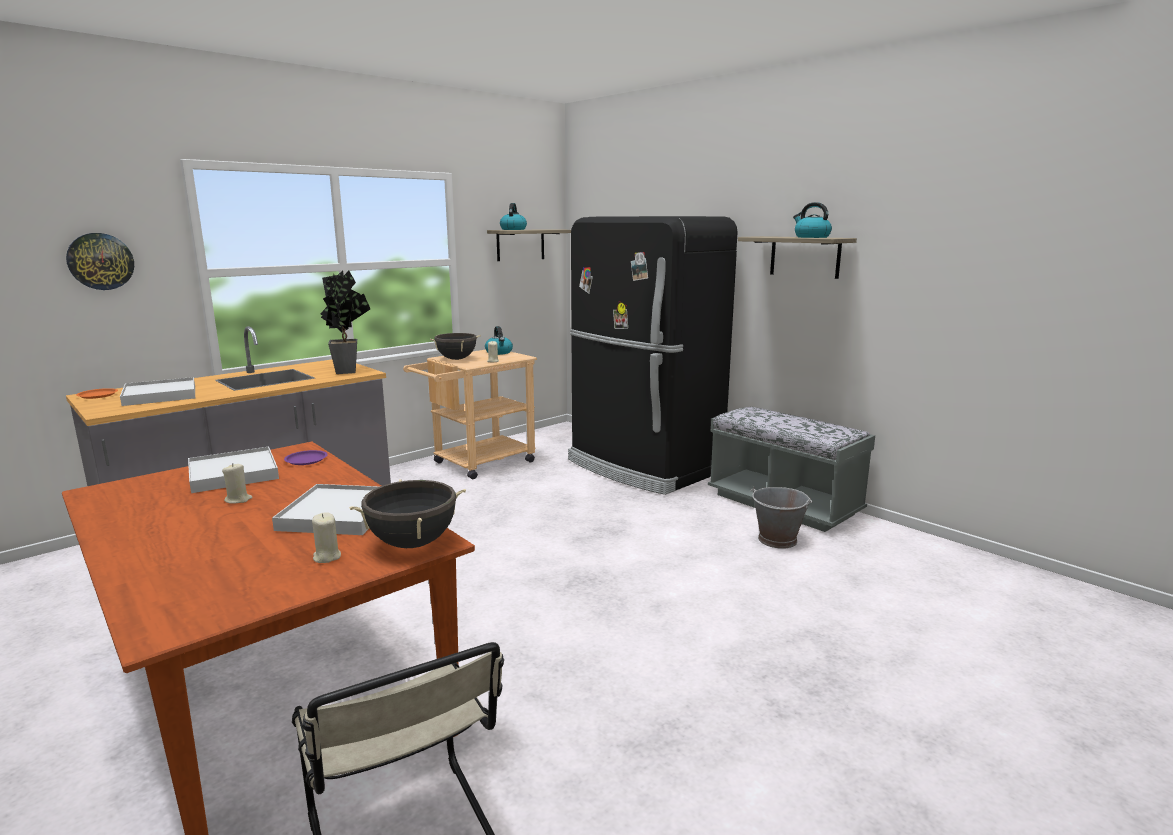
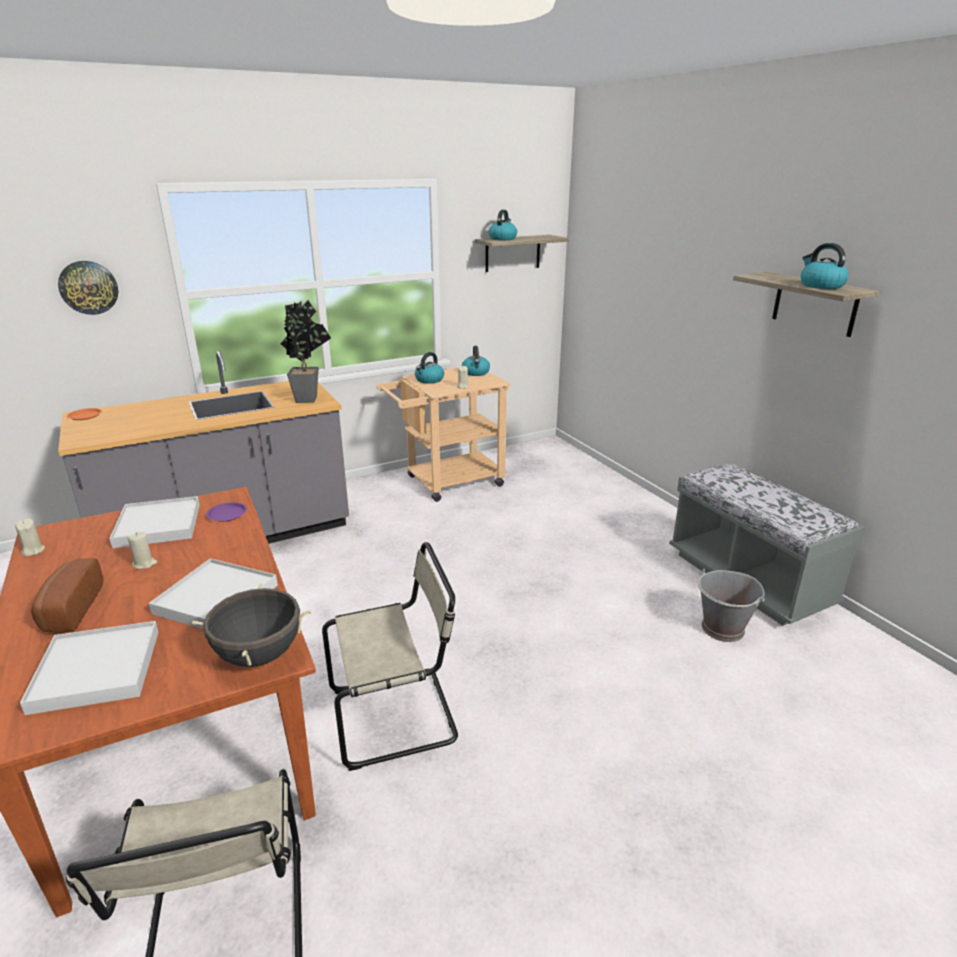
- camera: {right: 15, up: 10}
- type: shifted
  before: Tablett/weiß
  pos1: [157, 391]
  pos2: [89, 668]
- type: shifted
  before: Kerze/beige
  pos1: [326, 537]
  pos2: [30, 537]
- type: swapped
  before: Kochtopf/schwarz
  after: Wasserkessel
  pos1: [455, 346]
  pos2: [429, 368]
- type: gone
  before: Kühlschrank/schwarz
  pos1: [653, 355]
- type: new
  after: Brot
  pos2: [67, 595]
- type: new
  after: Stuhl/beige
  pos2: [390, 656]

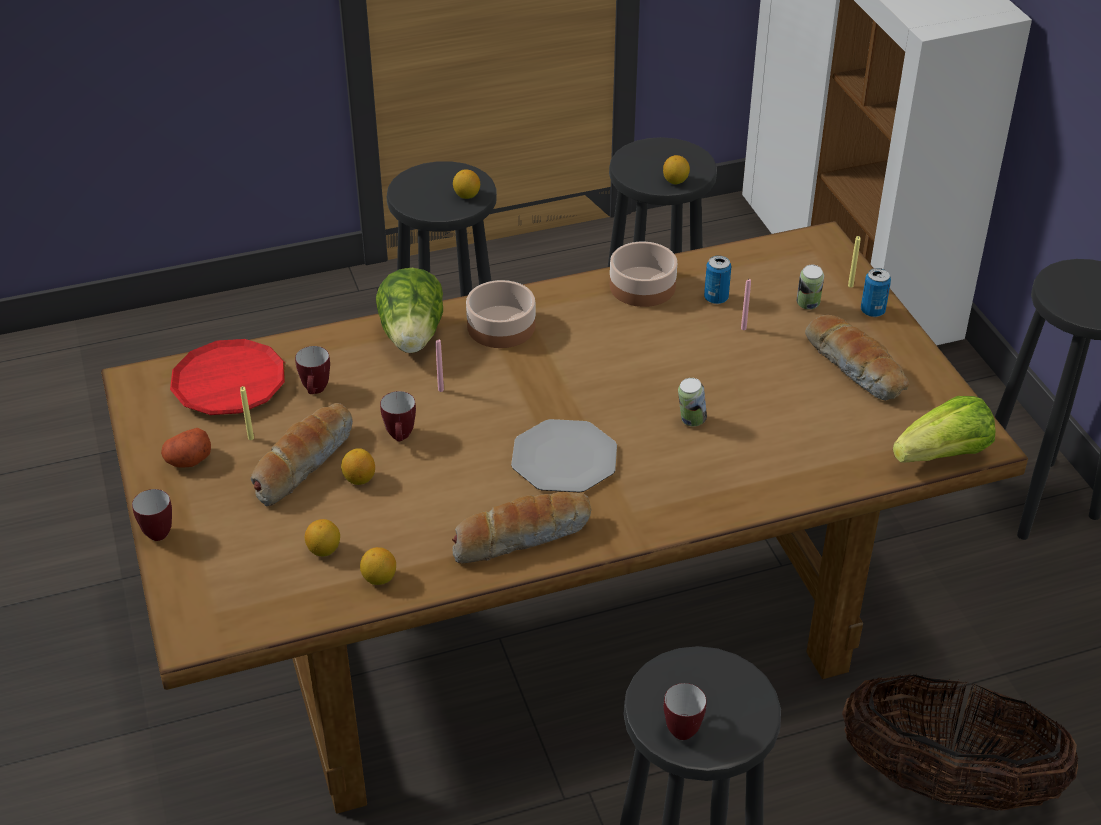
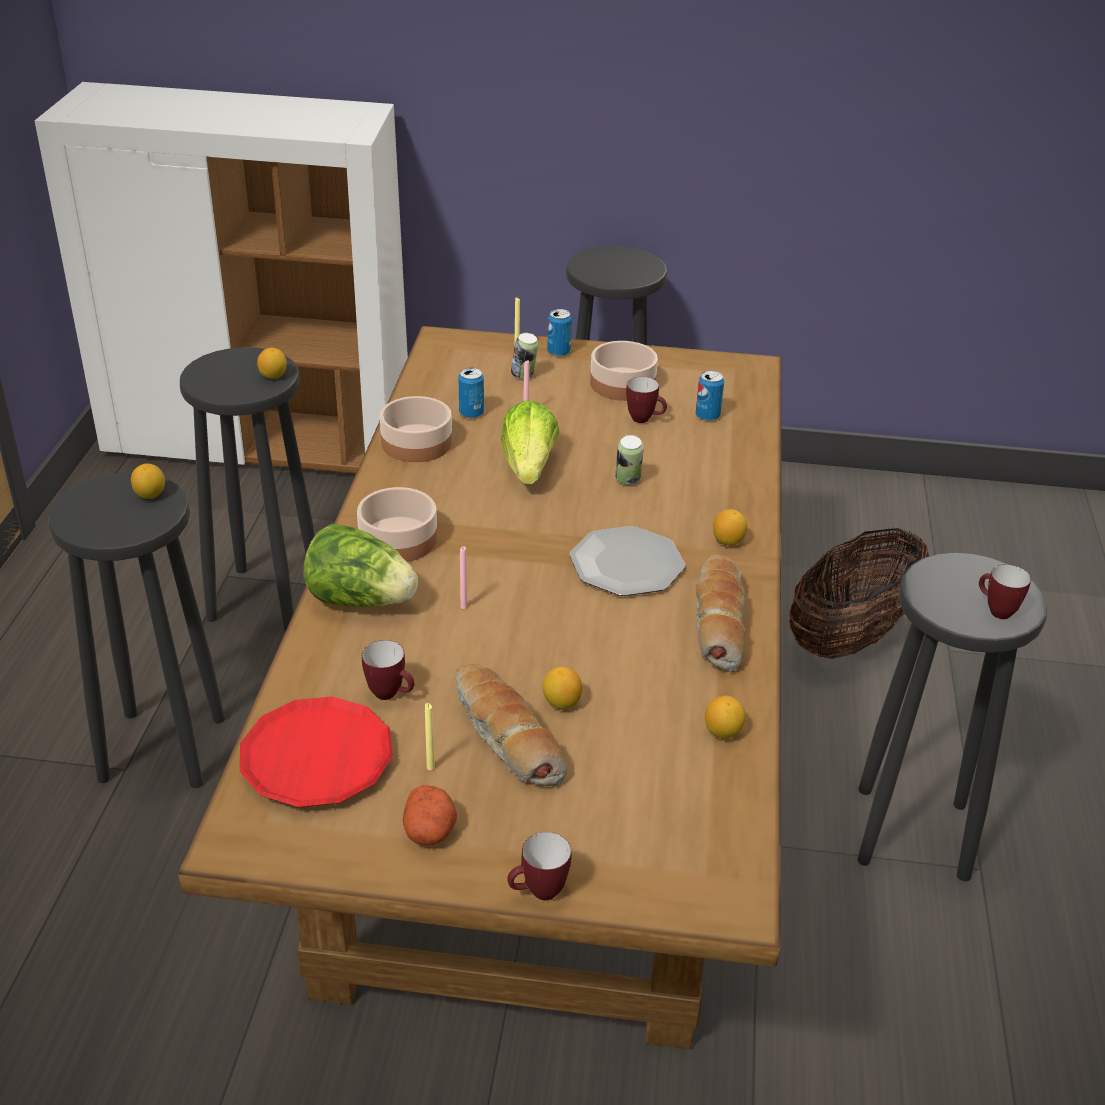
- camera: {right: -65, up: -5}
- type: shifted
  before: Zitrone
  pos1: [322, 537]
  pos2: [730, 527]
- type: shifted
  before: Henkelbecher
  pos1: [398, 416]
  pos2: [646, 400]
- type: swapped
  before: Brot
  after: Schüssel
  pos1: [857, 358]
  pos2: [624, 371]
- type: shifted
  before: Salatkopf
  pos1: [944, 429]
  pos2: [530, 442]
- type: new
  after: Dose
  pos2: [710, 396]

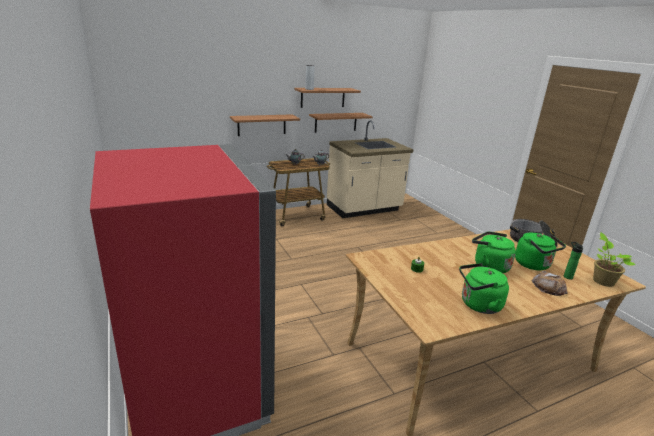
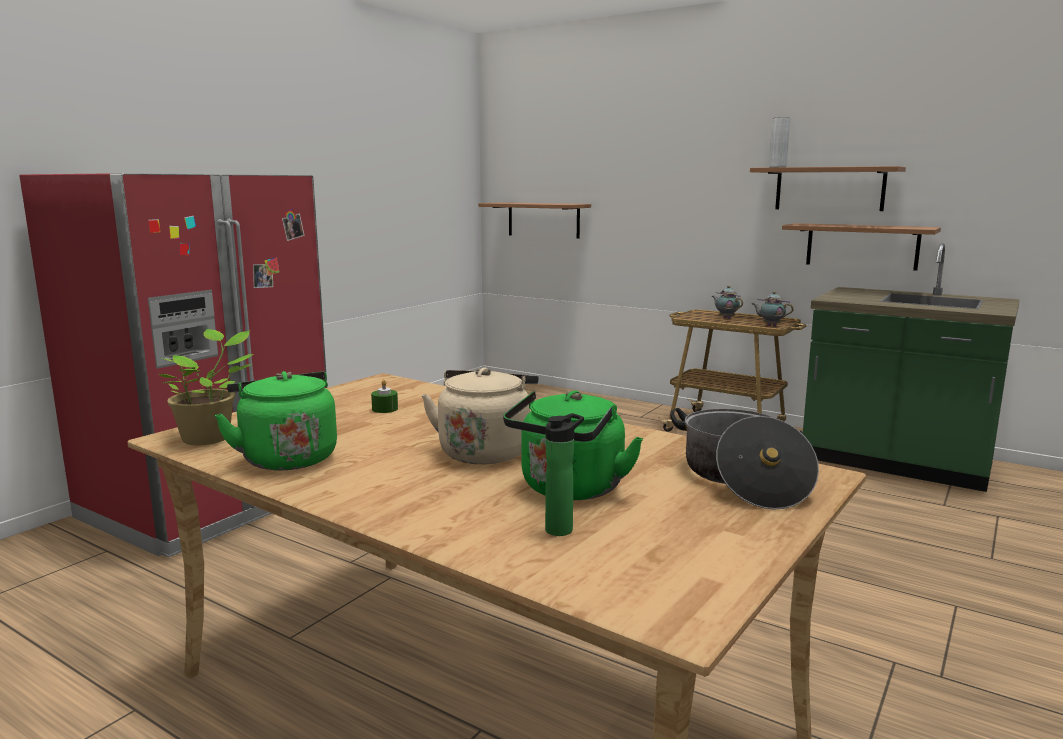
- camera: {right: 60, up: -10}
- type: shifted
  before: Wandregal
  pos1: [265, 125]
  pos2: [534, 220]
- type: repainted
  before: Küchenzeile/beige
  after: Küchenzeile/grün
  pos1: [370, 169]
  pos2: [911, 367]
- type: repainted
  before: Wasserkessel/grün
  after: Wasserkessel/beige
  pos1: [494, 252]
  pos2: [480, 415]
- type: gone
  before: Brot
  pos1: [550, 283]
- type: shifted
  before: Topfpflanze
  pos1: [614, 260]
  pos2: [206, 387]

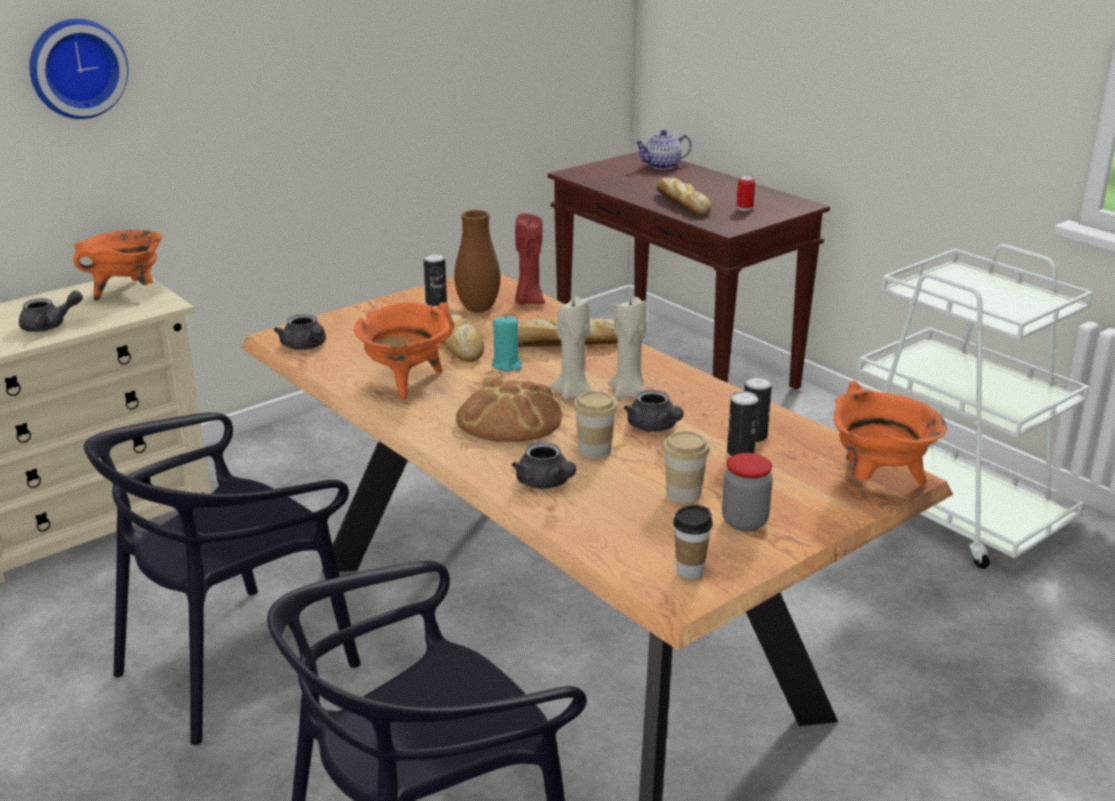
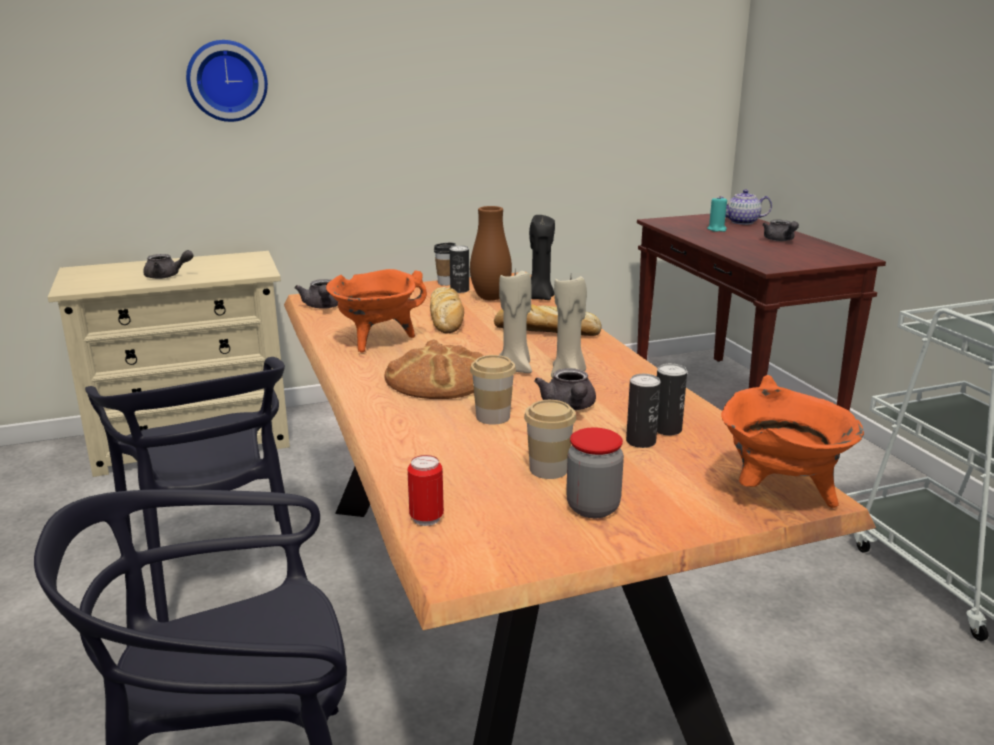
- camera: {right: 20, up: -5}
- type: gone
  before: Kochtopf/orange
  pos1: [117, 265]
- type: rotated
  before: Stuhl/schwarz
  pos1: [222, 578]
  pos2: [189, 489]
  turn: -90
- type: shifted
  before: Kerze/türkis
  pos1: [507, 343]
  pos2: [717, 215]
- type: shifted
  before: Teekanne/grau
  pos1: [544, 465]
  pos2: [780, 230]
- type: repainted
  before: Kerze/rot
  after: Kerze/schwarz
  pos1: [530, 259]
  pos2: [542, 257]
- type: gone
  before: Brot
  pos1: [683, 196]
- type: shifted
  before: Tasse
  pos1: [692, 542]
  pos2: [445, 264]
- type: shifted
  before: Dose
  pos1: [745, 193]
  pos2: [426, 490]

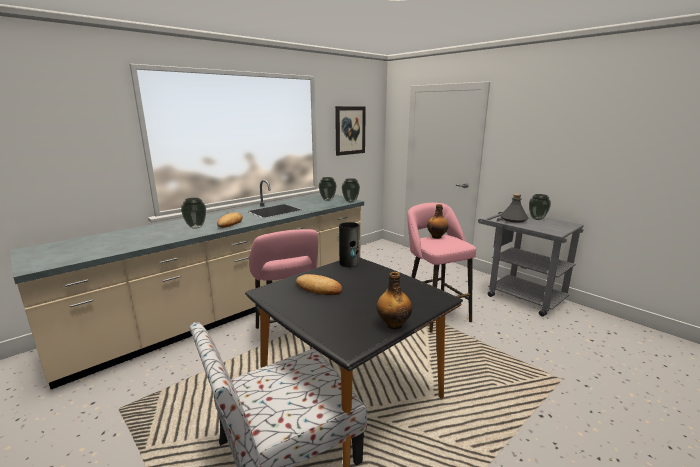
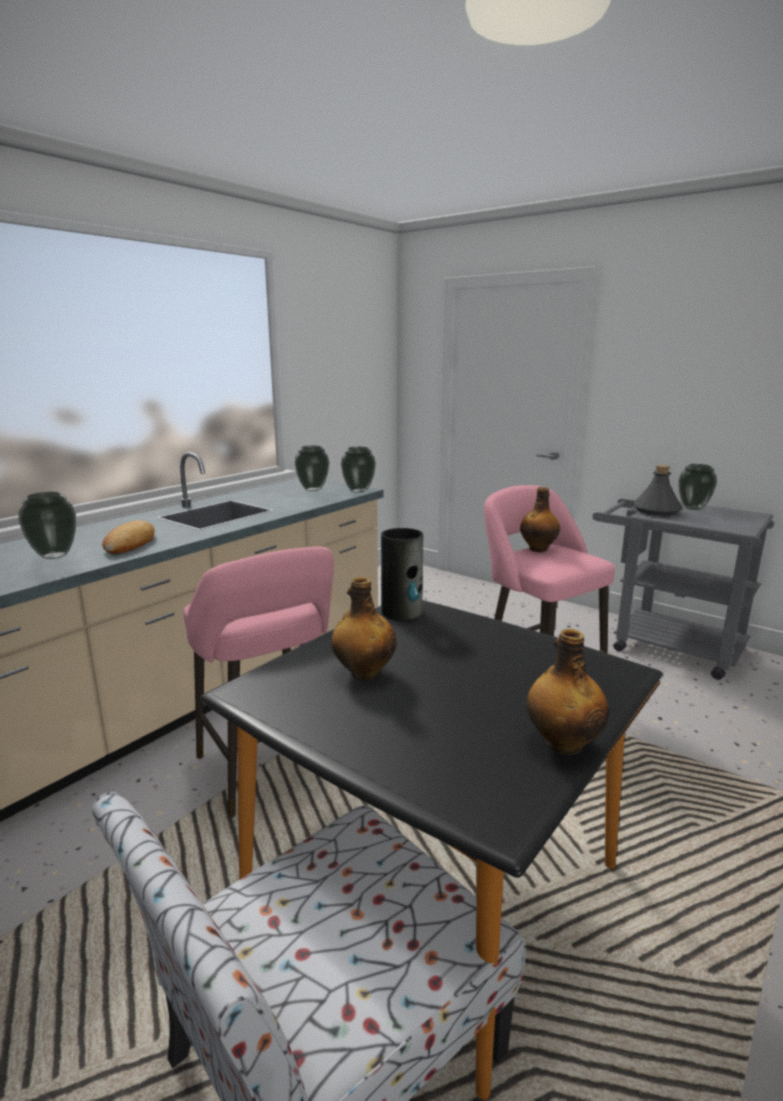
- camera: {right: -10, up: 0}
- type: swapped
  before: Brot
  after: Flasche
  pos1: [319, 284]
  pos2: [364, 629]
- type: gone
  before: Bild
  pos1: [350, 131]

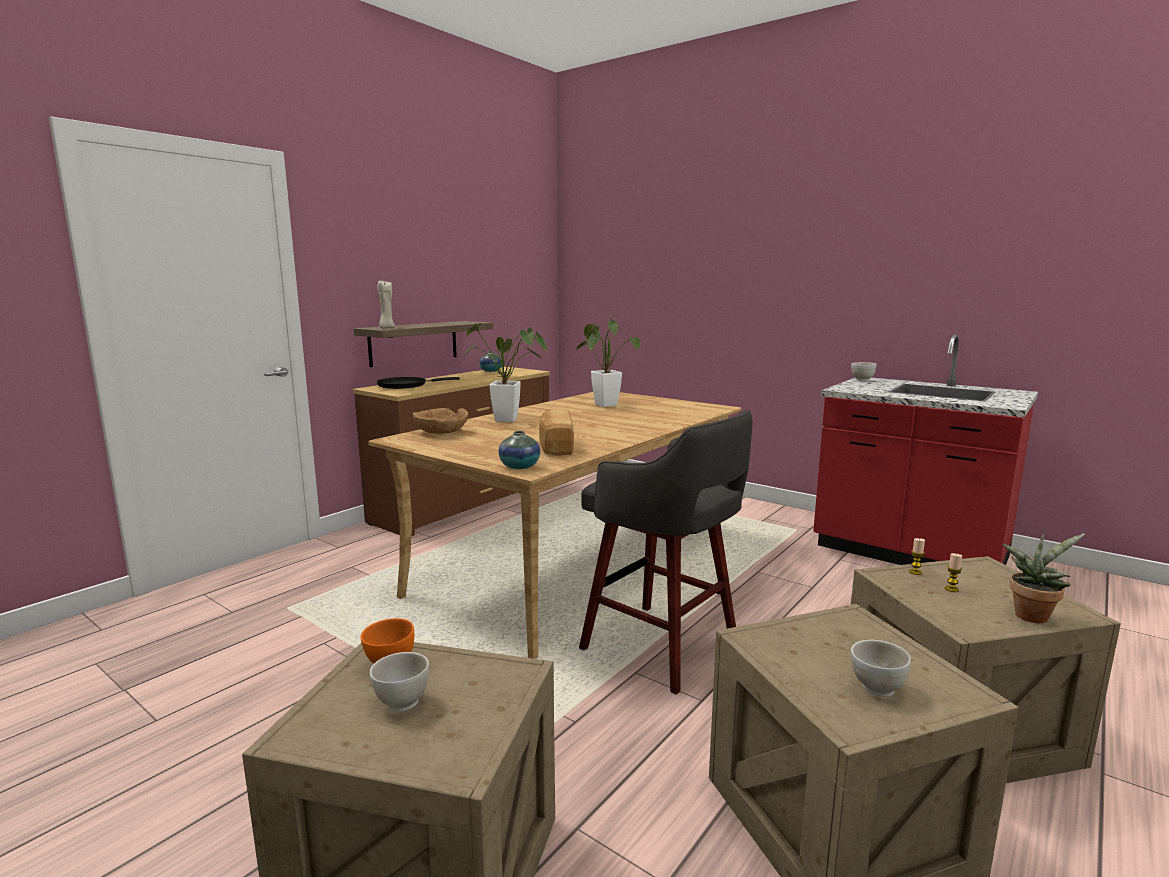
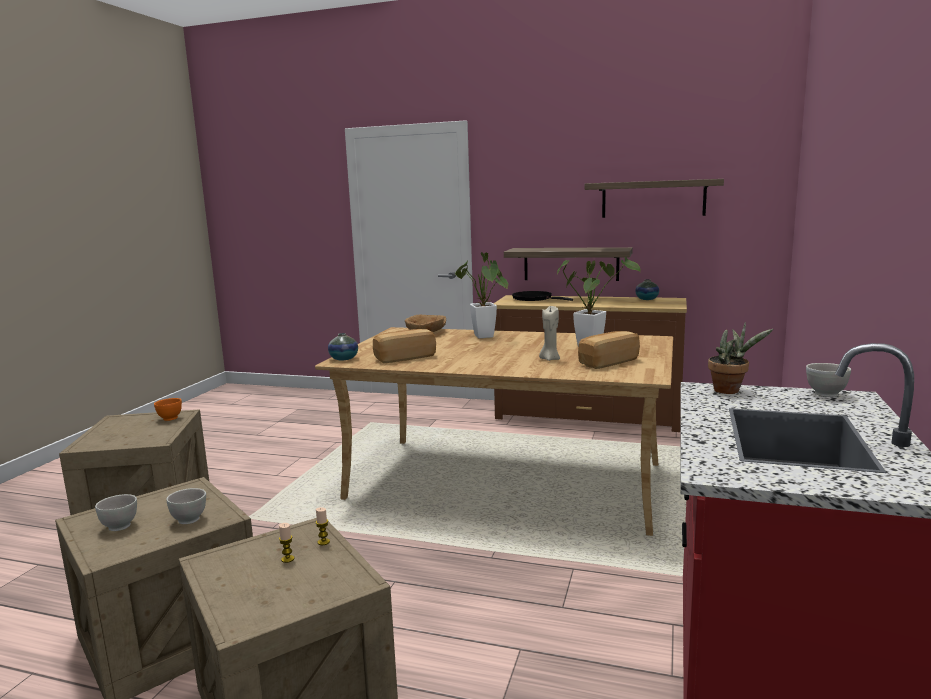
- camera: {right: 70, up: 0}
- type: shifted
  before: Schüssel/weiß
  pos1: [399, 682]
  pos2: [186, 506]
- type: shifted
  before: Kerze/beige
  pos1: [386, 304]
  pos2: [549, 333]
- type: gone
  before: Hocker/grau
  pos1: [666, 552]
- type: shifted
  before: Topfpflanze
  pos1: [1043, 578]
  pos2: [741, 358]
- type: new
  after: Brot
  pos2: [609, 350]
- type: new
  after: Wandregal
  pos2: [654, 198]

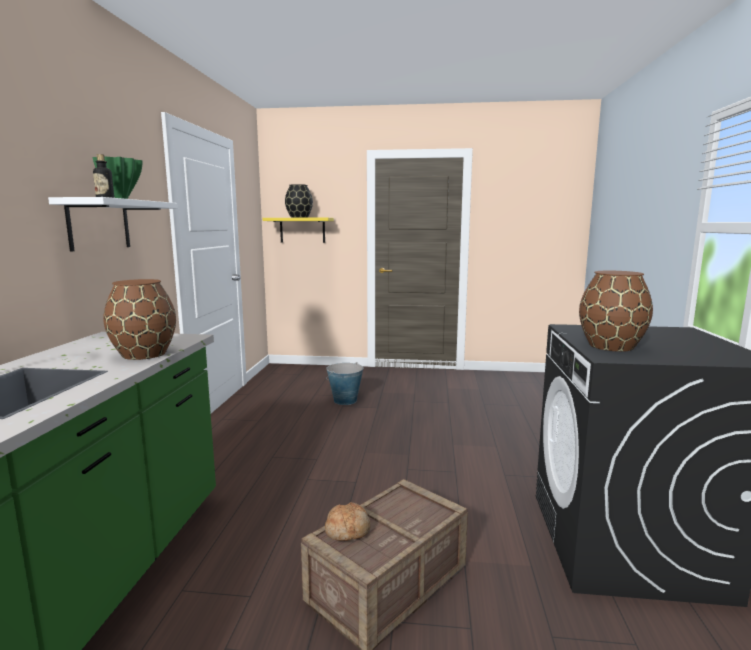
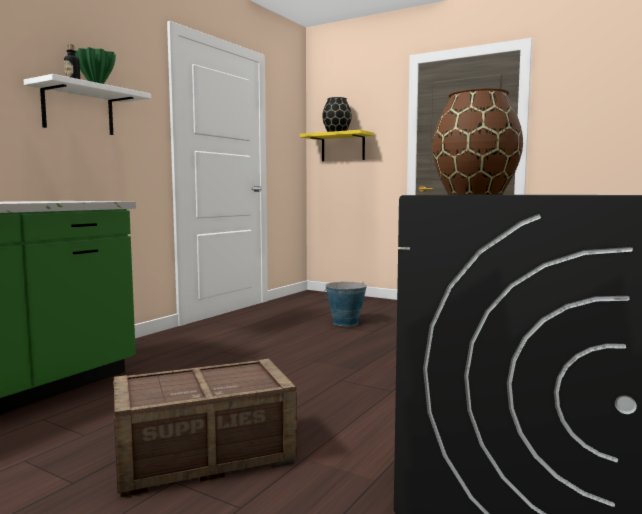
- camera: {right: 25, up: -5}
- type: gone
  before: Vase/braun
  pos1: [139, 319]
- type: gone
  before: Brot
  pos1: [347, 521]

